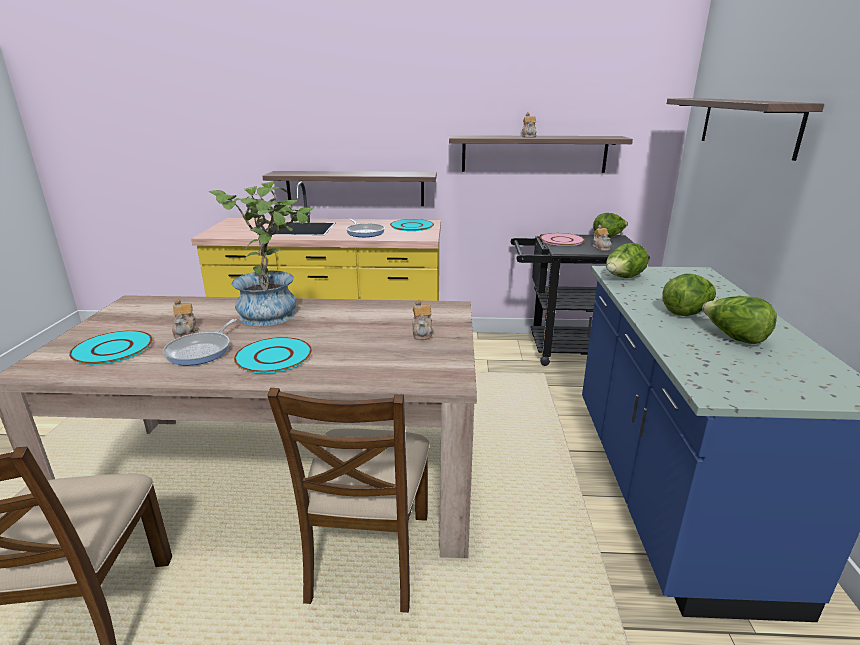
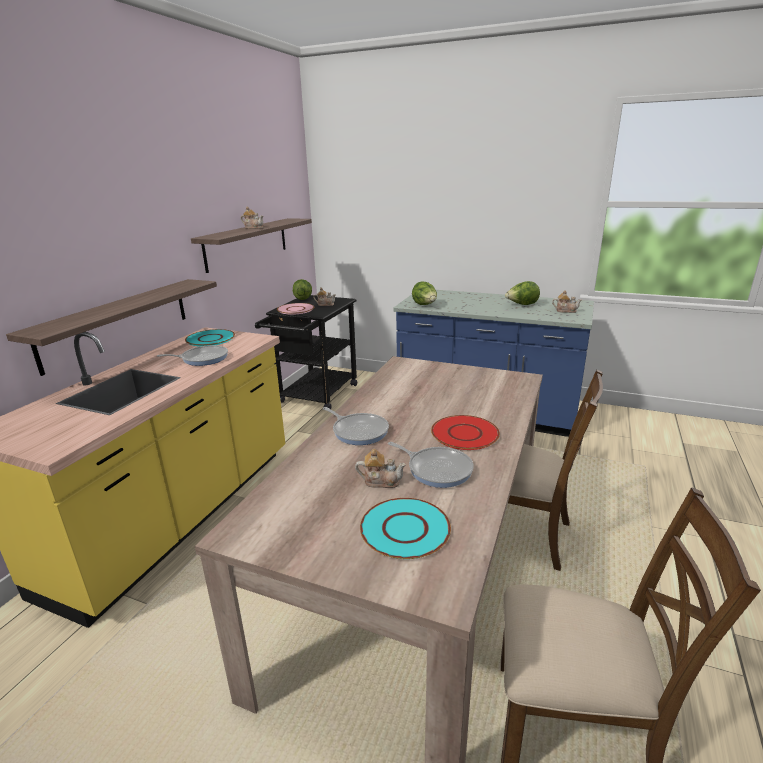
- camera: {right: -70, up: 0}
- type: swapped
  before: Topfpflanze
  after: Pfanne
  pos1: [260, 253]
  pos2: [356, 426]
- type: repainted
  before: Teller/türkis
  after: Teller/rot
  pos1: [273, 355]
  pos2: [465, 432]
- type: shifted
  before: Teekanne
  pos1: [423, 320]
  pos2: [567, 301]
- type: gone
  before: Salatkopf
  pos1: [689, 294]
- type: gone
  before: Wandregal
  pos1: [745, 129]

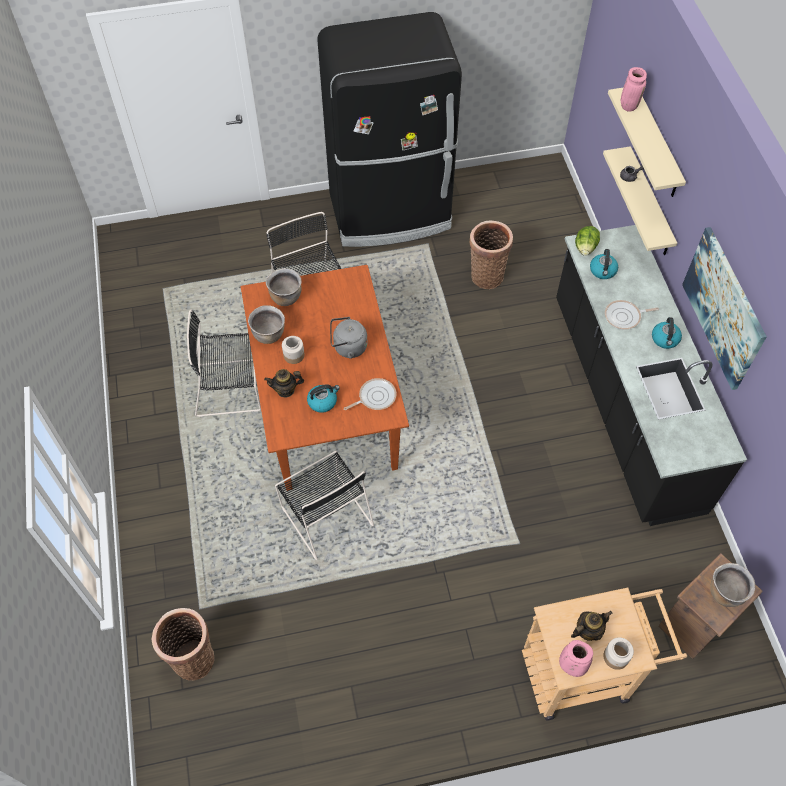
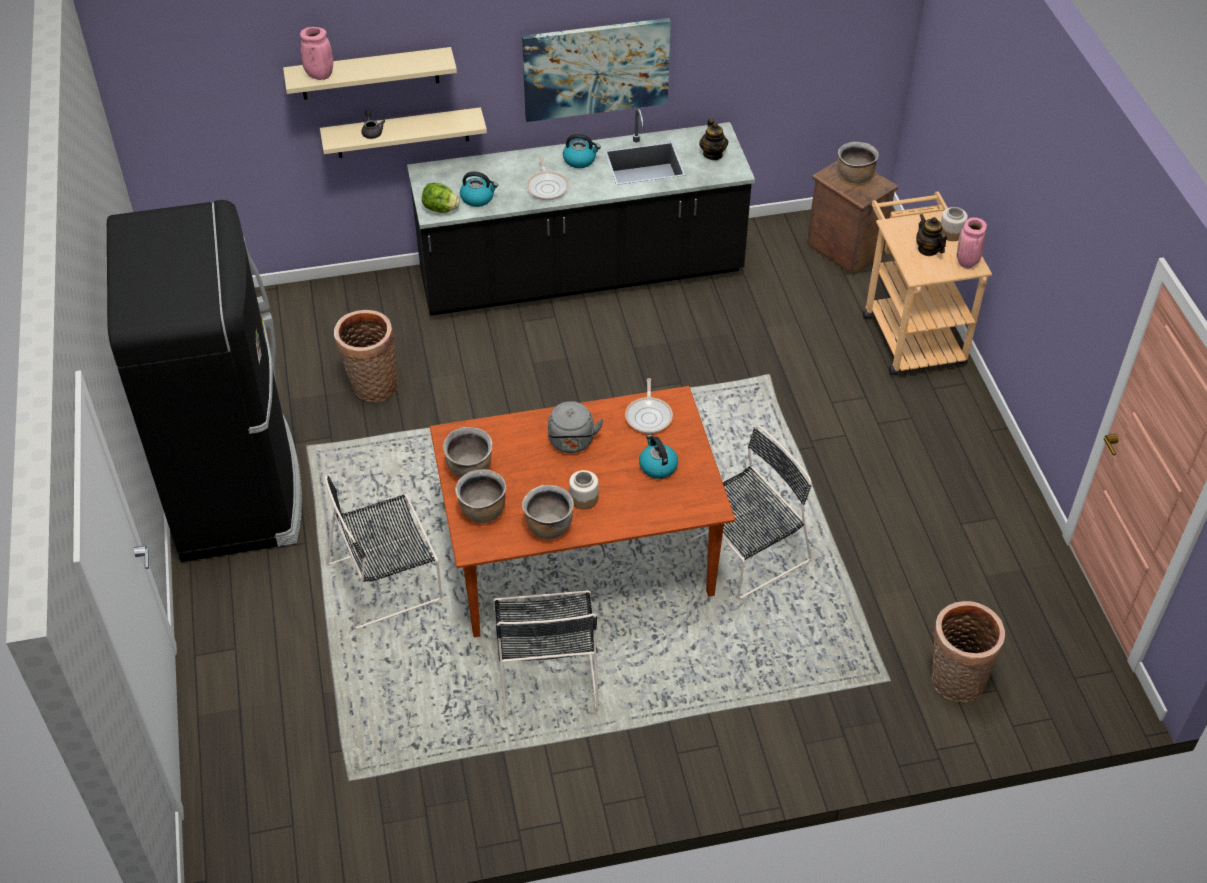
- camera: {right: -90, up: -10}
- type: shifted
  before: Teekanne
  pos1: [284, 383]
  pos2: [713, 139]
- type: rotated
  before: Pfanne
  pos1: [370, 394]
  pos2: [649, 405]
  turn: -150
- type: new
  after: Kochtopf/braun
  pos2: [468, 452]

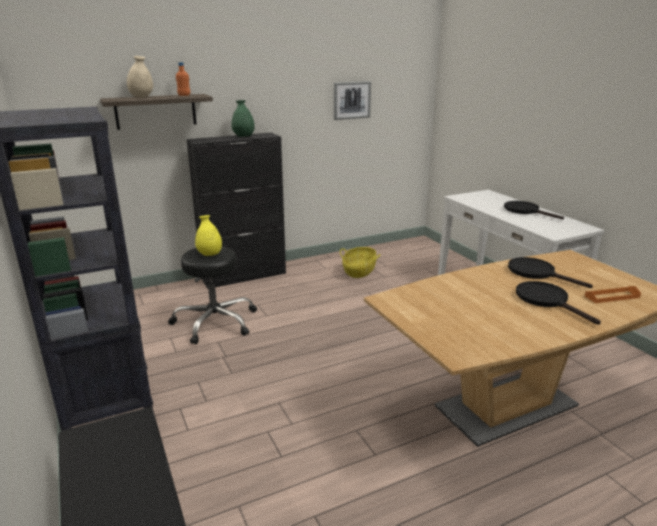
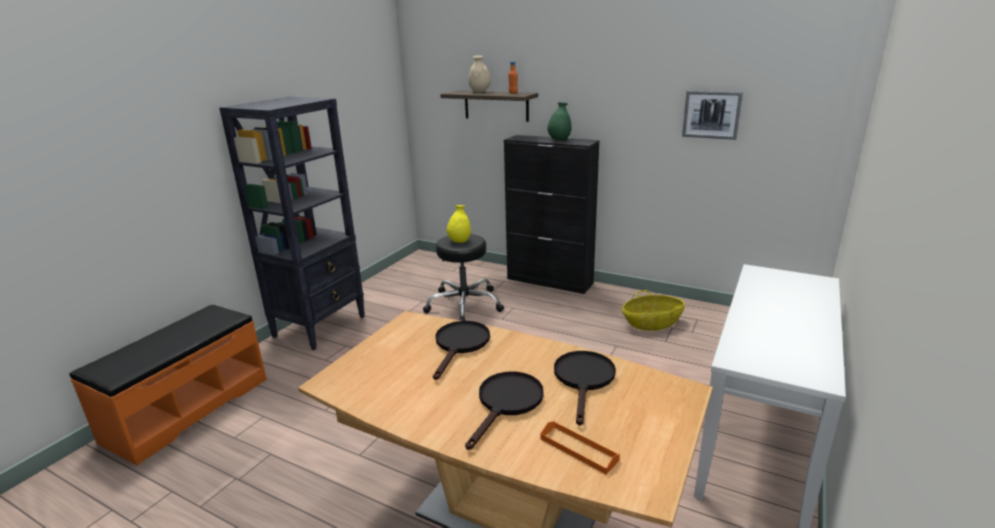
- camera: {right: 55, up: 0}
- type: shifted
  before: Pfanne/schwarz
  pos1: [534, 210]
  pos2: [461, 350]

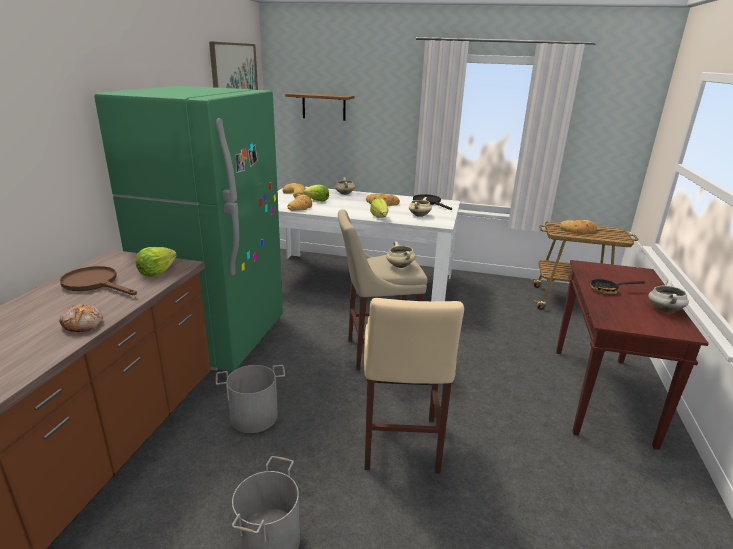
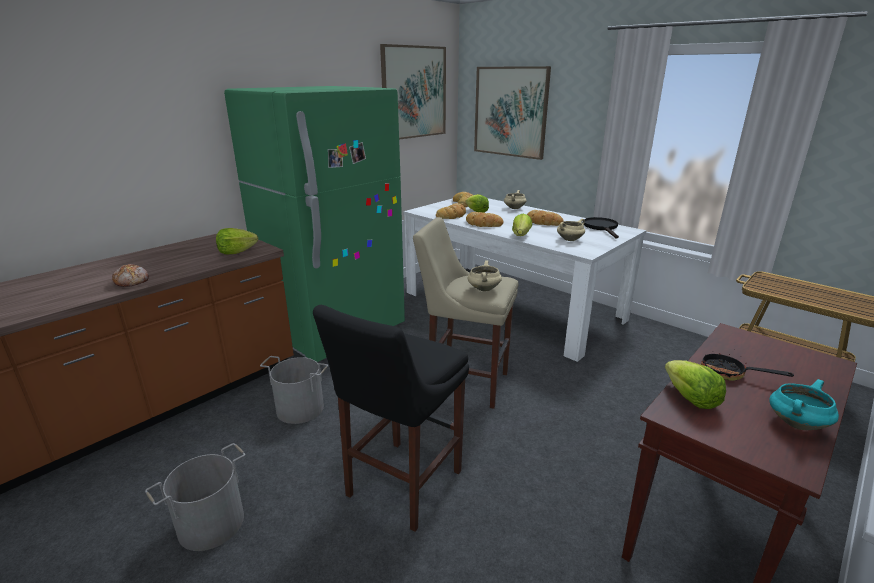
- camera: {right: 30, up: 0}
- type: gone
  before: Pfanne/braun
  pos1: [98, 280]
- type: swapped
  before: Wandregal
  after: Bild
  pos1: [320, 107]
  pos2: [512, 113]
- type: repainted
  before: Hocker/beige
  after: Hocker/schwarz
  pos1: [414, 386]
  pos2: [391, 418]
- type: shifted
  before: Brot
  pos1: [578, 226]
  pos2: [485, 219]
- type: repainted
  before: Kochtopf/weiß
  after: Kochtopf/türkis
  pos1: [668, 296]
  pos2: [804, 404]
- type: new
  after: Salatkopf
  pos2: [695, 384]

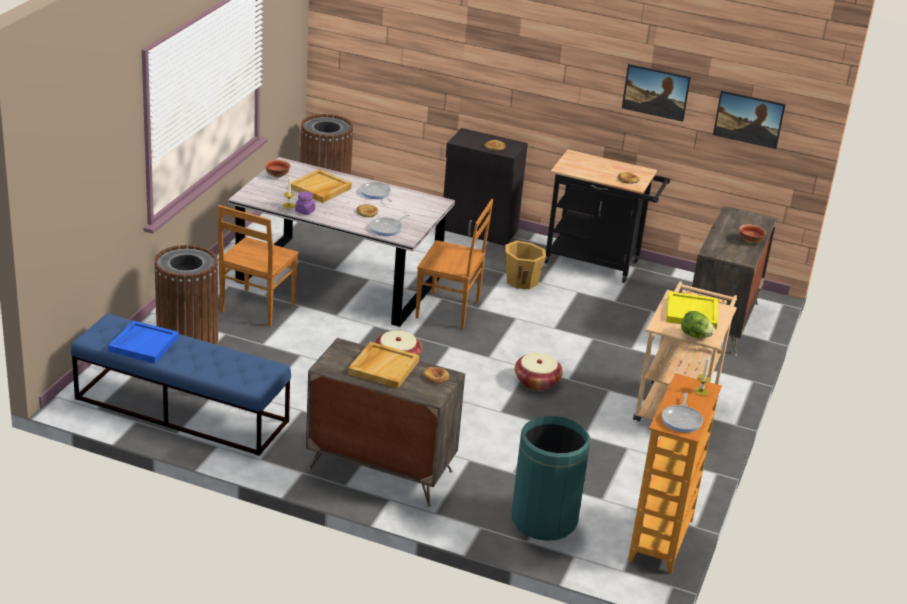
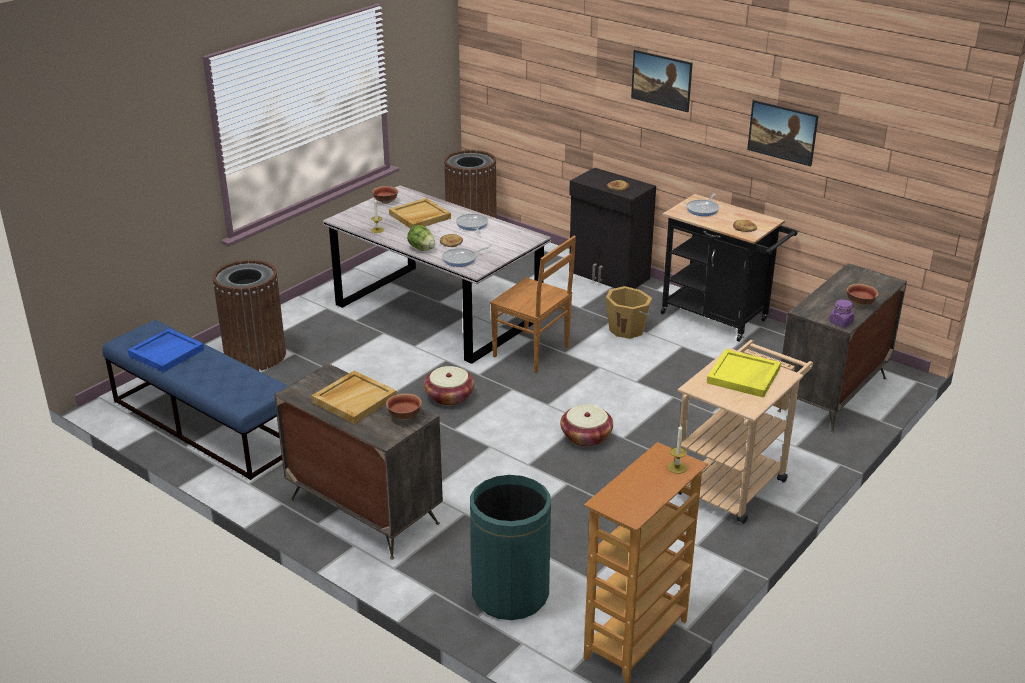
- camera: {right: 20, up: 0}
- type: gone
  before: Stuhl/braun
  pos1: [258, 266]
- type: shifted
  before: Vorratsglas/lila
  pos1: [305, 203]
  pos2: [841, 313]
- type: swapped
  before: Brot
  after: Schüssel
  pos1: [436, 375]
  pos2: [404, 407]
- type: shifted
  before: Pfanne
  pos1: [682, 412]
  pos2: [702, 204]
- type: shifted
  before: Salatkopf
  pos1: [698, 325]
  pos2: [421, 238]
- type: shifted
  before: Bild
  pos1: [749, 119]
  pos2: [662, 81]

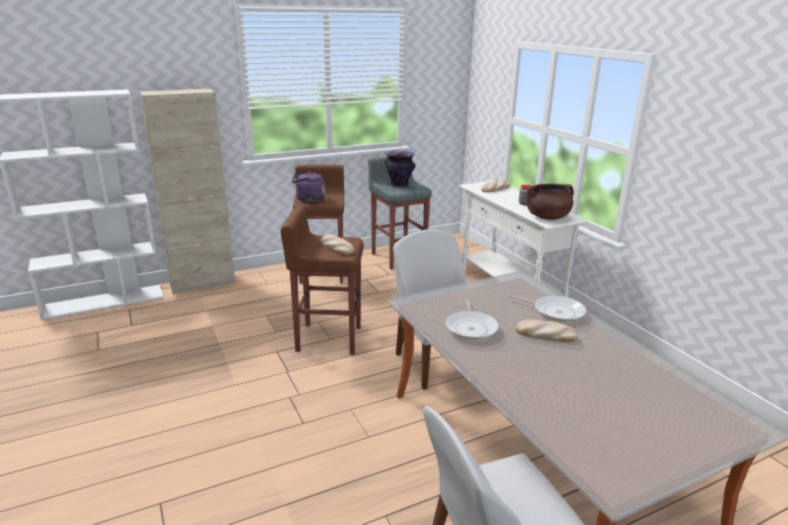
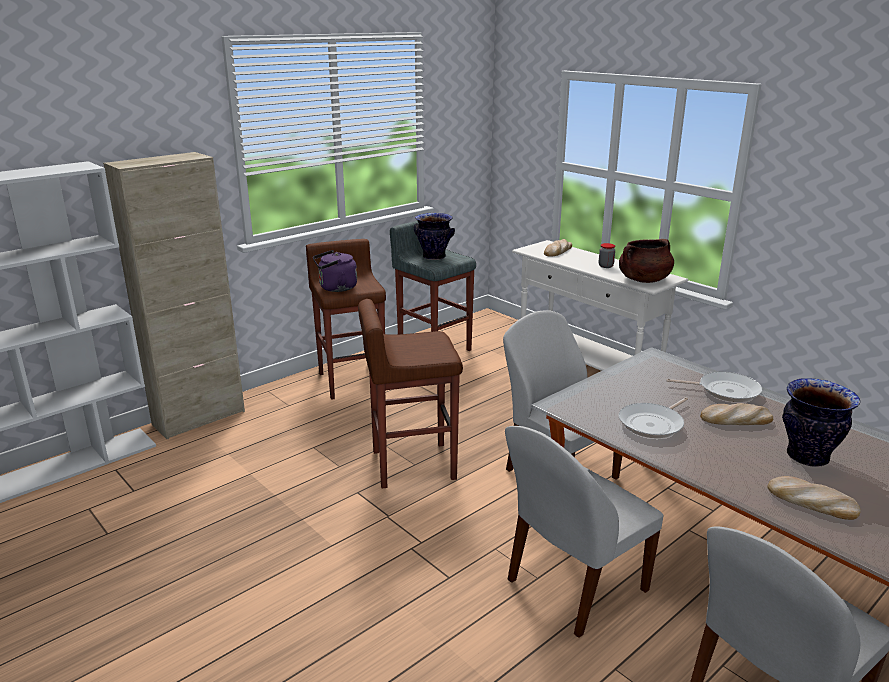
- camera: {right: -15, up: 0}
- type: shifted
  before: Brot
  pos1: [338, 244]
  pos2: [814, 498]
- type: rotated
  before: Pfanne
  pos1: [472, 319]
  pos2: [653, 417]
  turn: 60
- type: new
  after: Stuhl/weiß
  pos2: [584, 532]
- type: new
  after: Vase
  pos2: [821, 422]

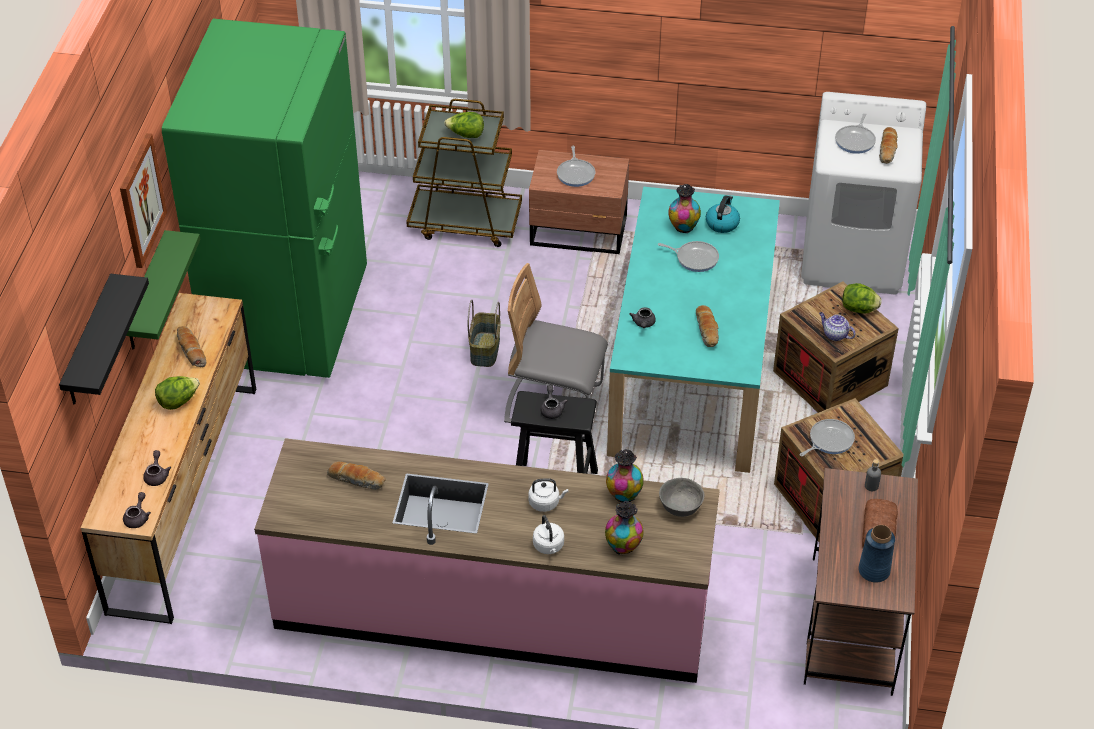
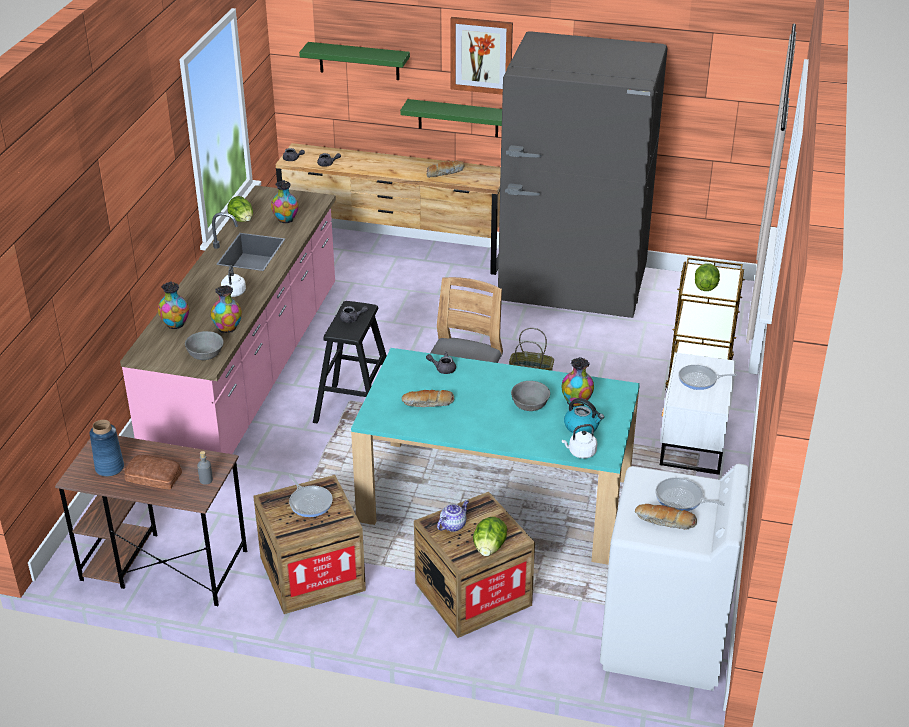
- camera: {right: 95, up: -10}
- type: repainted
  before: Wandregal/schwarz
  after: Wandregal/grün
  pos1: [104, 339]
  pos2: [354, 61]
- type: shifted
  before: Salatkopf
  pos1: [177, 393]
  pos2: [240, 209]
- type: repainted
  before: Kühlschrank/grün
  after: Kühlschrank/grau
  pos1: [264, 198]
  pos2: [582, 174]
- type: swapped
  before: Brot
  after: Vase
  pos1: [356, 476]
  pos2: [285, 201]
- type: repainted
  before: Nachttisch/braun
  after: Nachttisch/weiß
  pos1: [579, 202]
  pos2: [698, 413]
- type: shifted
  before: Wasserkessel/weiß
  pos1: [548, 534]
  pos2: [579, 441]
- type: swapped
  before: Pfanne
  after: Schüssel/grau
  pos1: [688, 256]
  pos2: [530, 396]

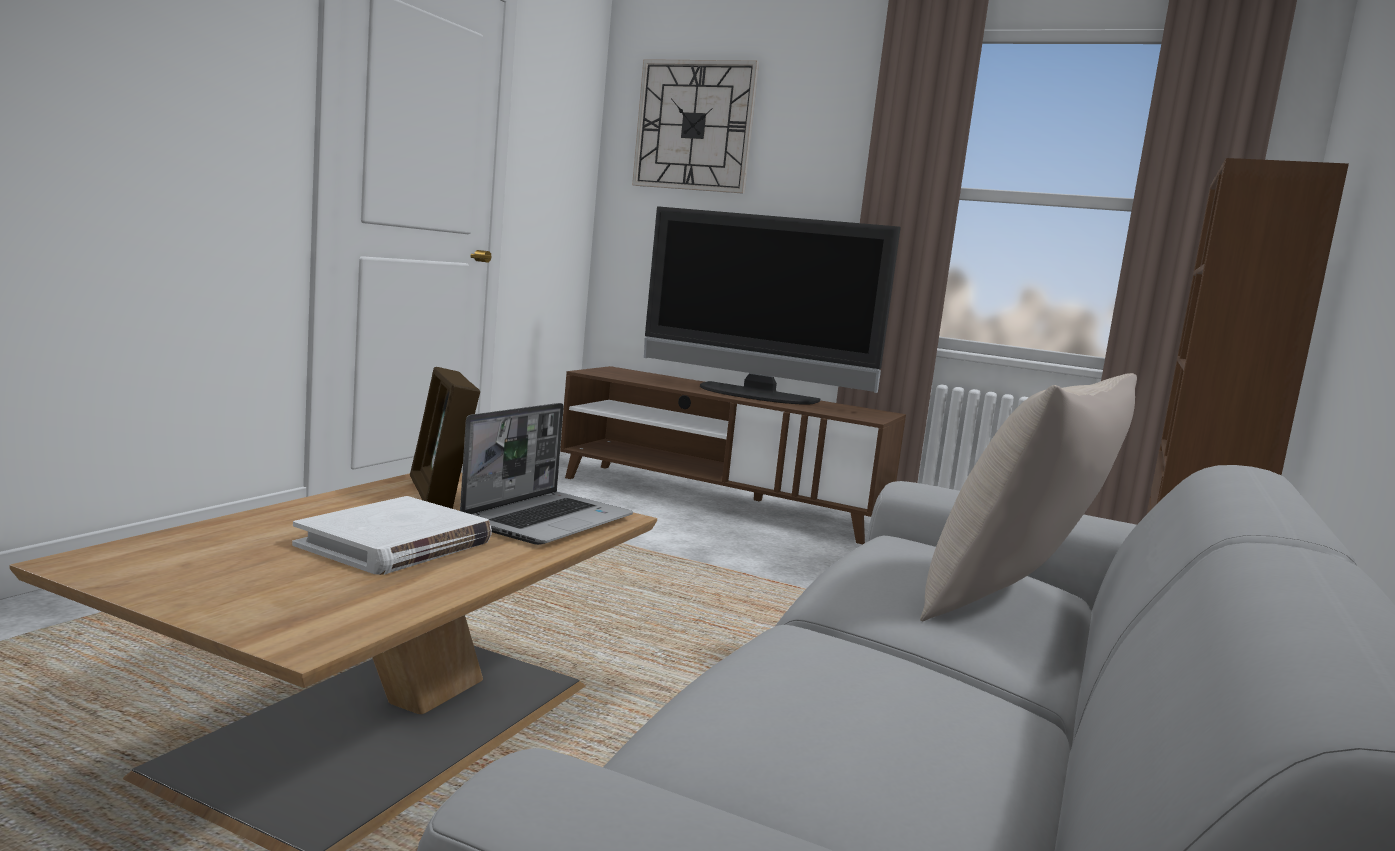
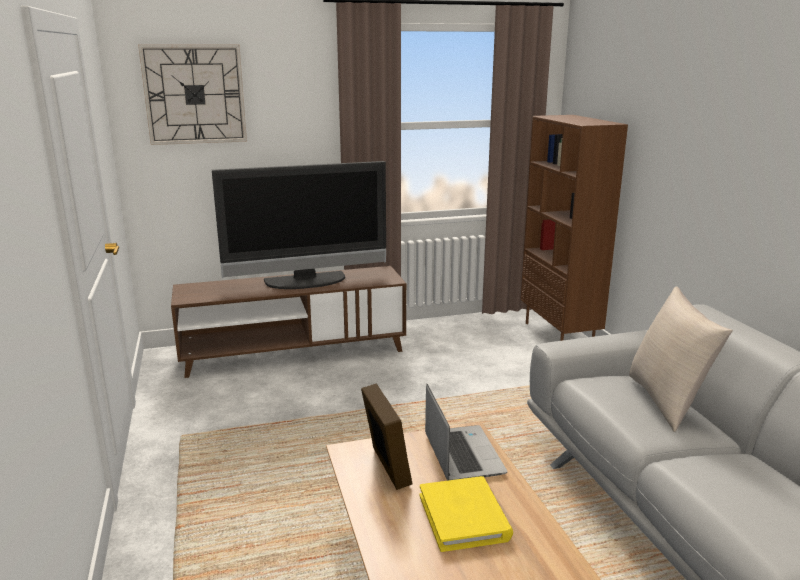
- camera: {right: -40, up: 10}
- type: repainted
  before: Buch/weiß
  after: Buch/gelb
  pos1: [392, 535]
  pos2: [466, 514]
- type: rotated
  before: Bilderrahmen
  pos1: [445, 438]
  pos2: [387, 436]
  turn: -135

